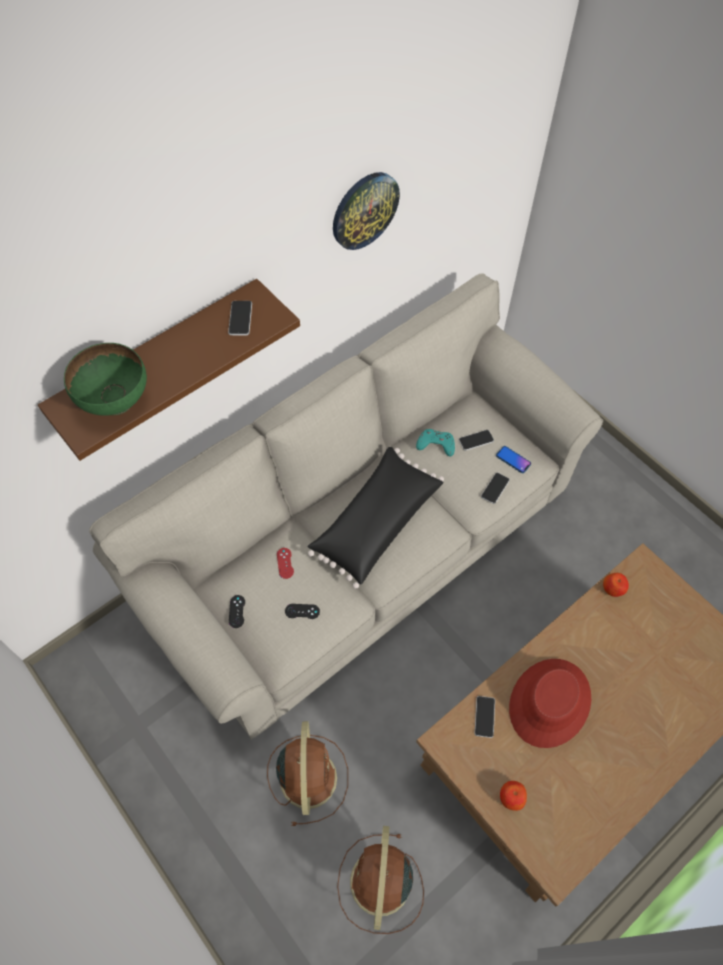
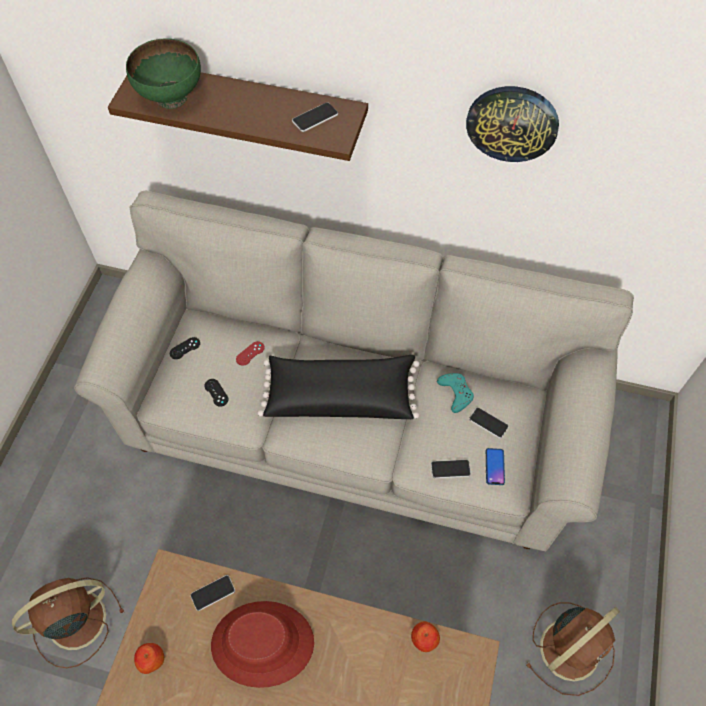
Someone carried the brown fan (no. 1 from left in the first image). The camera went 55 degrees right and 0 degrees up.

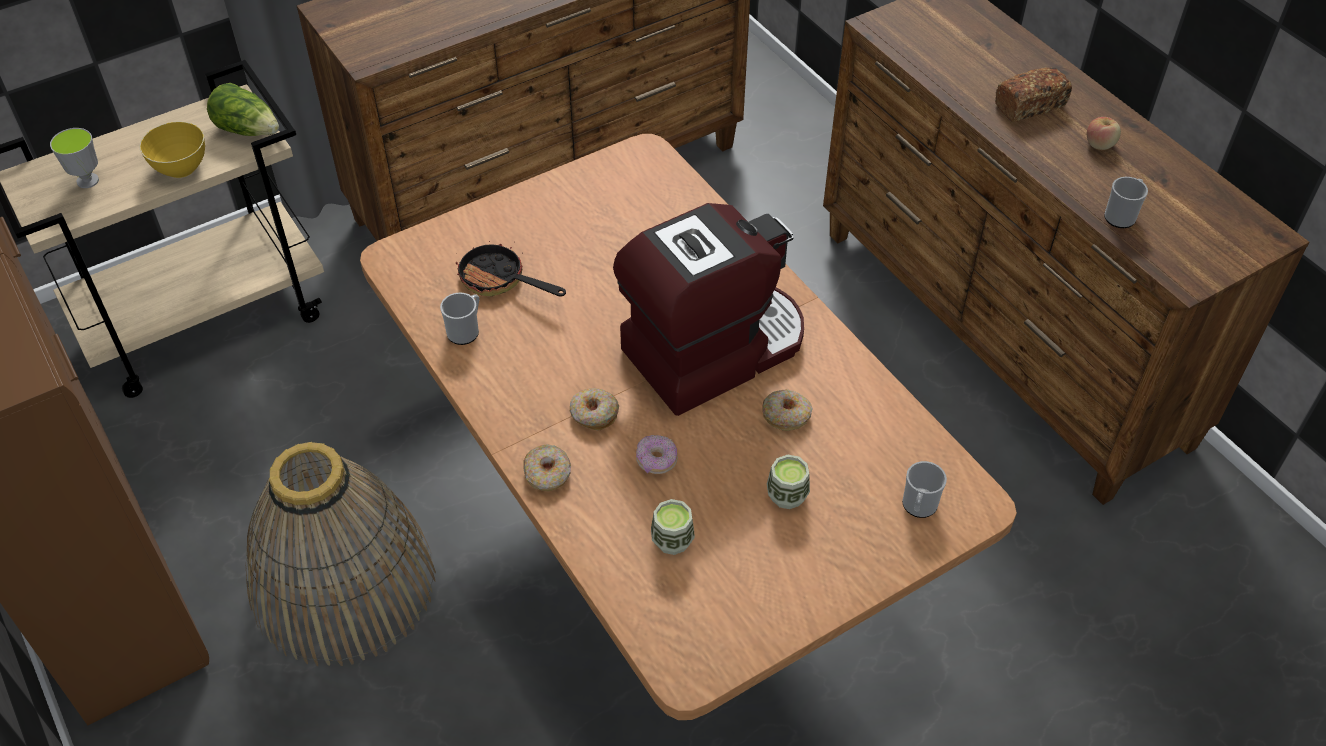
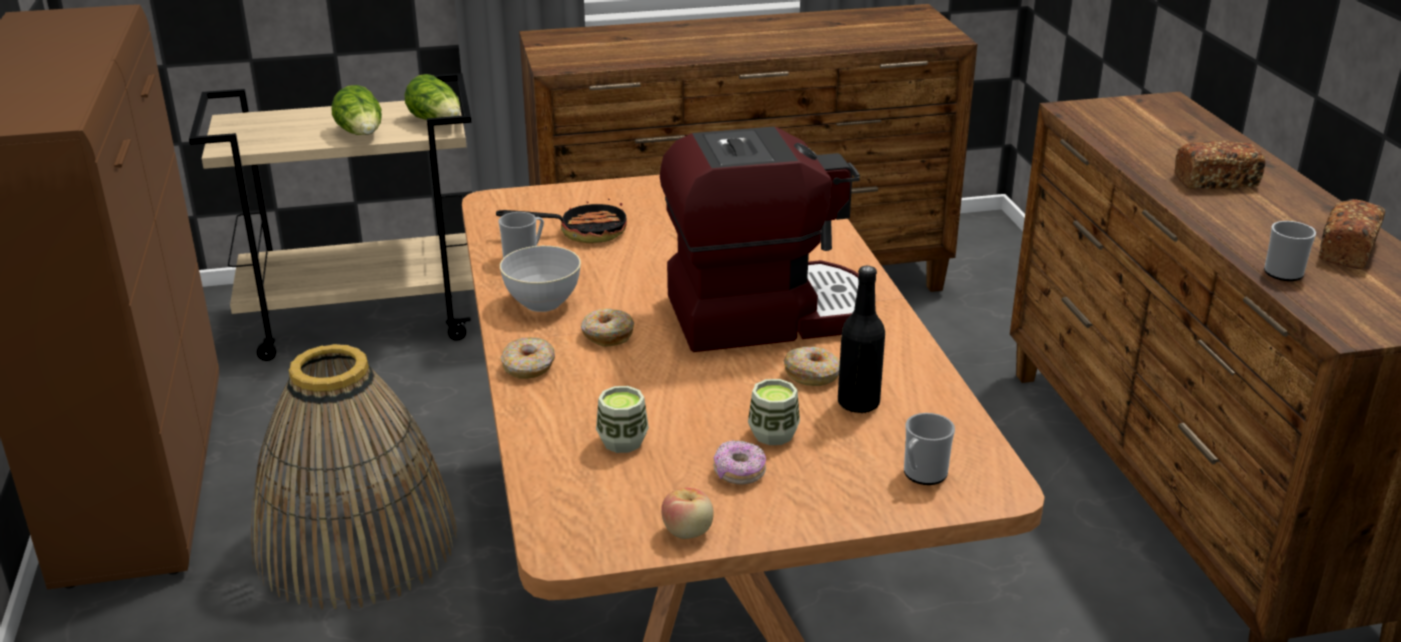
Someone took away the cup (no. 1 from left). Someone put down the grey bowl. Someone put down the black bottle. Someone put down the bread (no. 2 from left). Someone carried the donut (no. 3 from left). Someone carried the apple. Someone swapped the yellow bowl for the lettuce (no. 1 from left). Someone rotated the frying pan by 120 degrees clockwise. The camera went 20 degrees right and 20 degrees down.

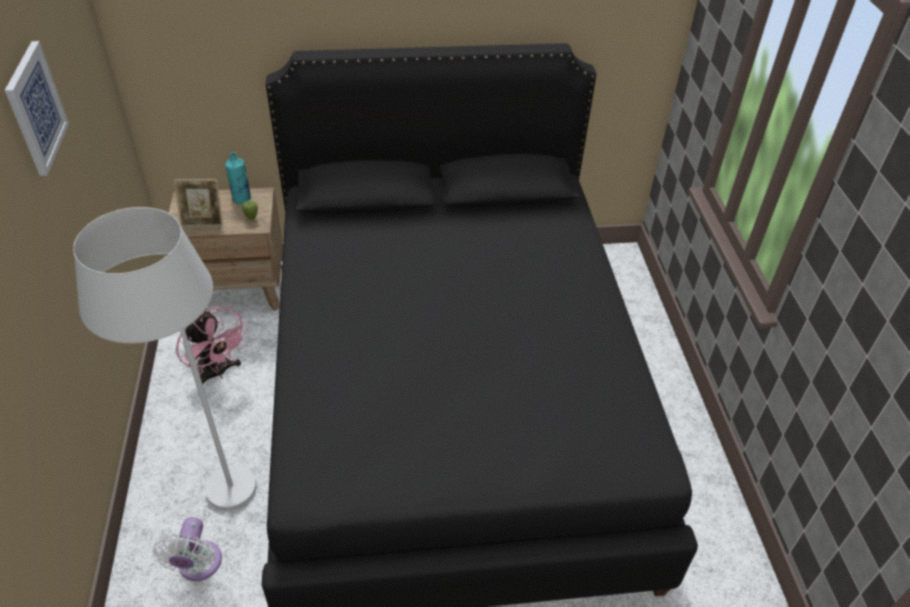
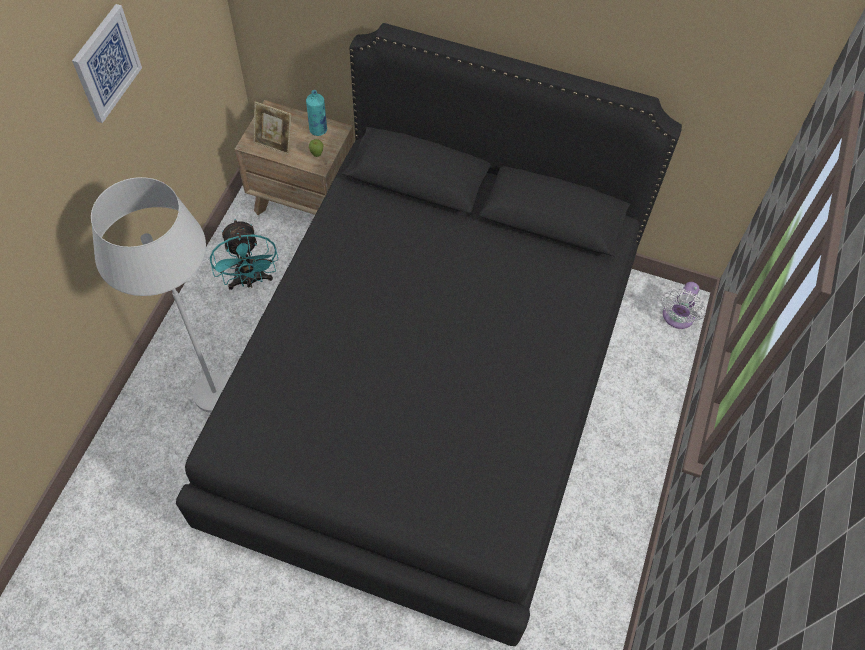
Someone carried the white fan. Someone repainted the pink fan, which became the turquoise fan. The camera went 25 degrees right and 15 degrees up.

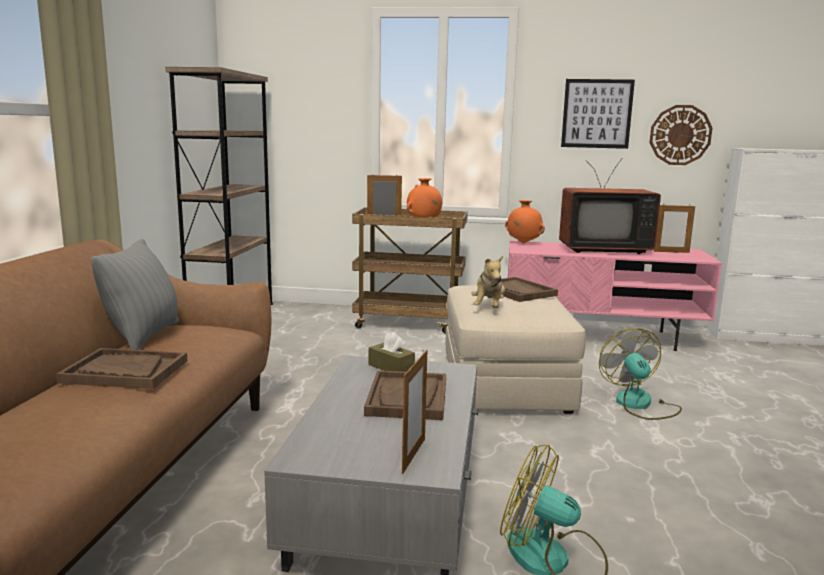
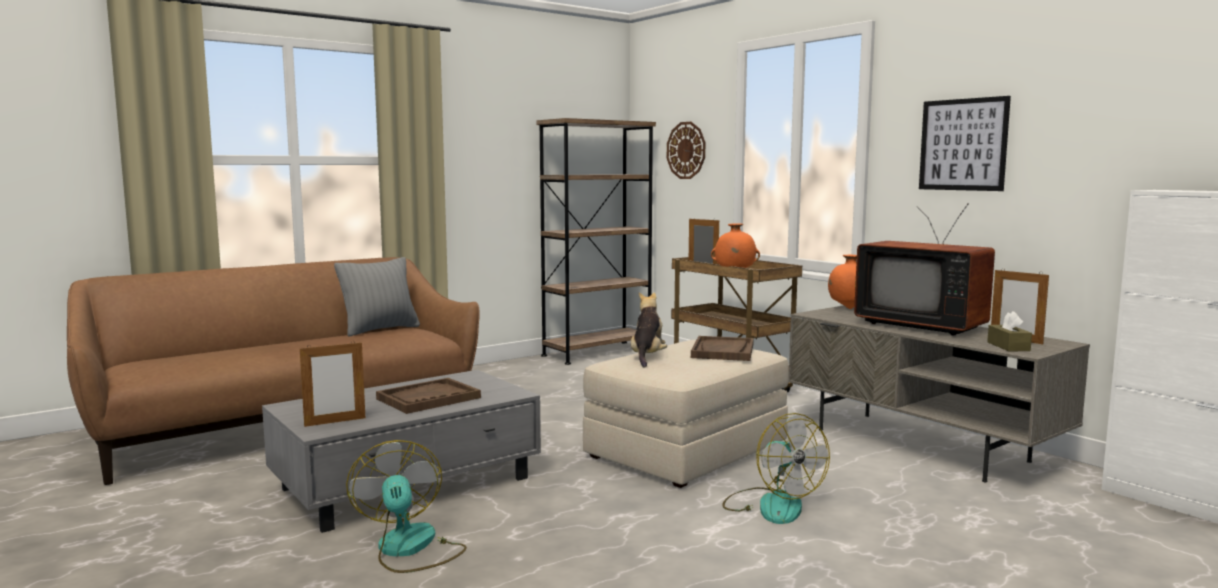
Someone took away the brown tray (no. 1 from left). Someone carried the brown tissue box. Someone carried the wall clock. Someone repainted the pink tv stand, which became the grey tv stand. Someone rotated the plush toy by 135 degrees clockwise. Someone rotated the fan (no. 2 from left) by 120 degrees clockwise. The camera went 45 degrees right and 5 degrees down.

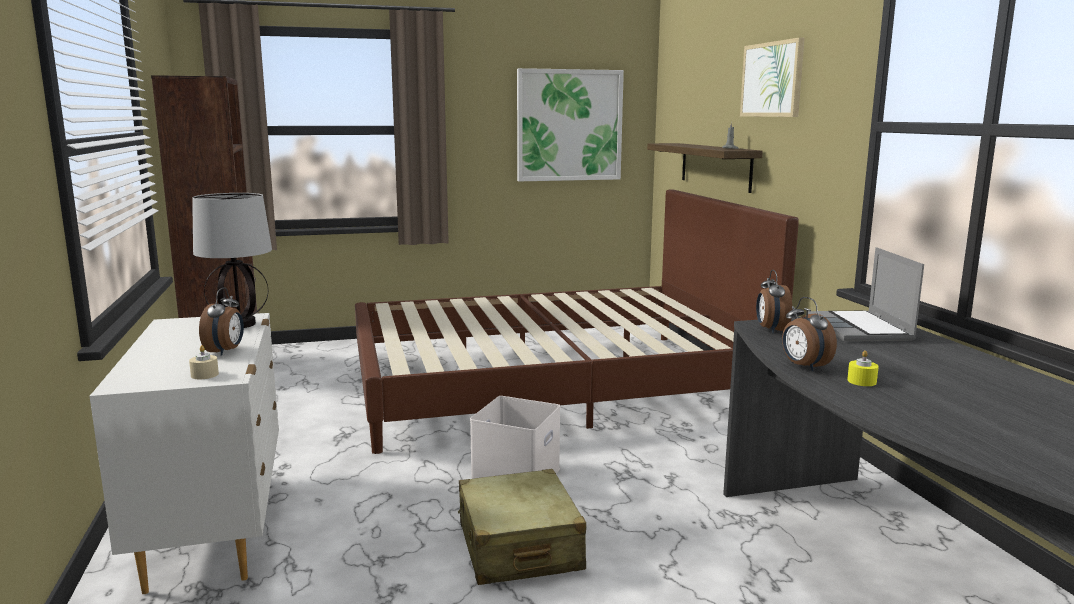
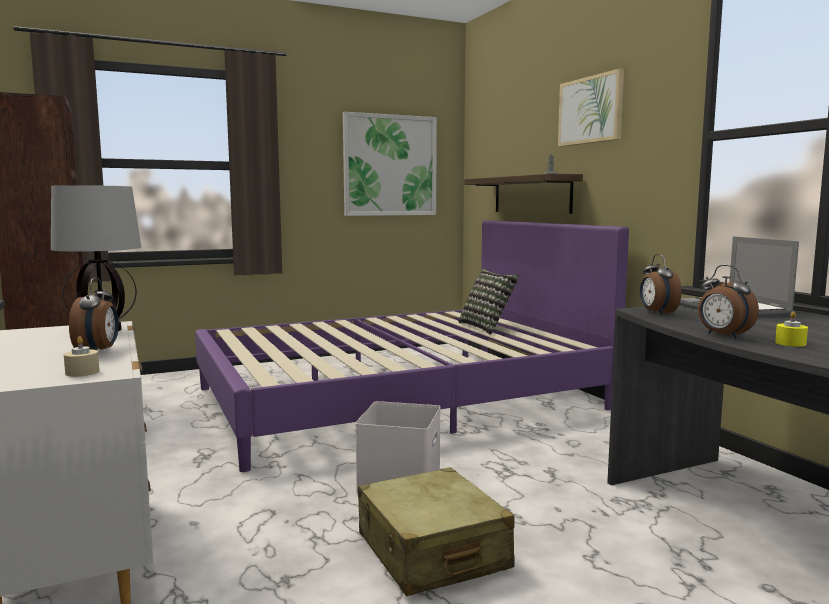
Someone put down the pillow. Someone repainted the brown bed, which became the purple bed. The camera went 10 degrees left and 5 degrees down.

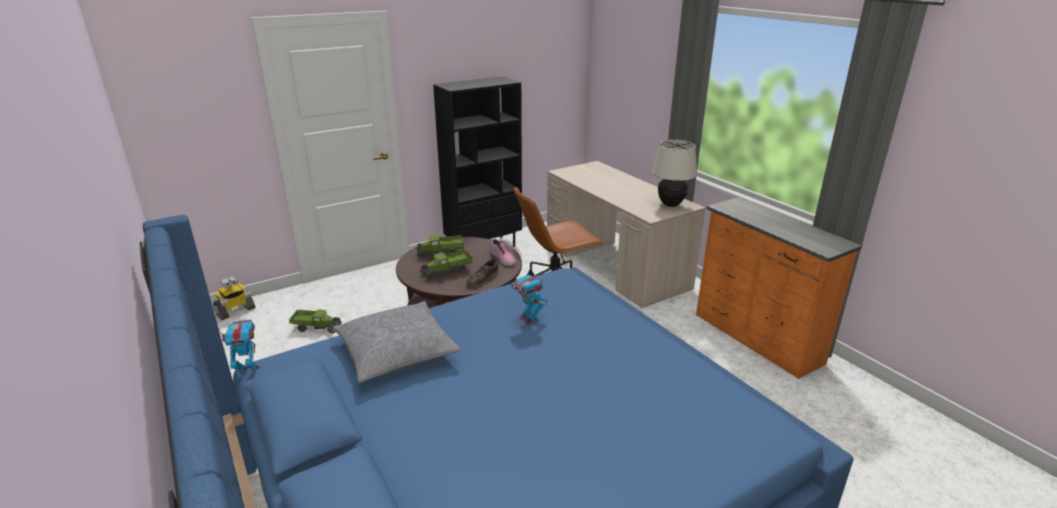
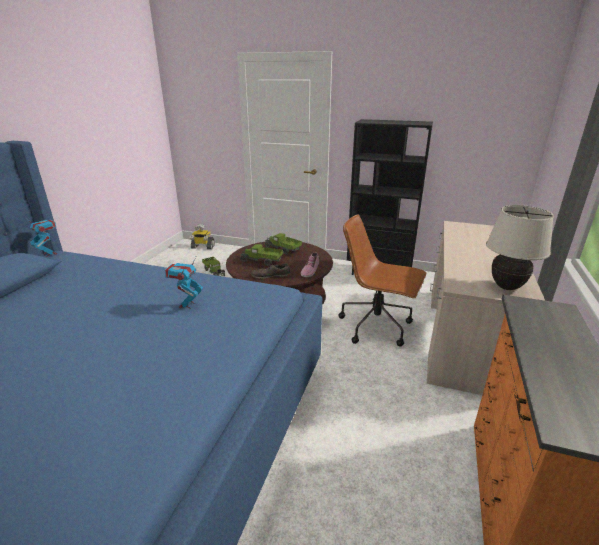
Someone took away the grey pillow. The camera went 50 degrees right and 0 degrees up.

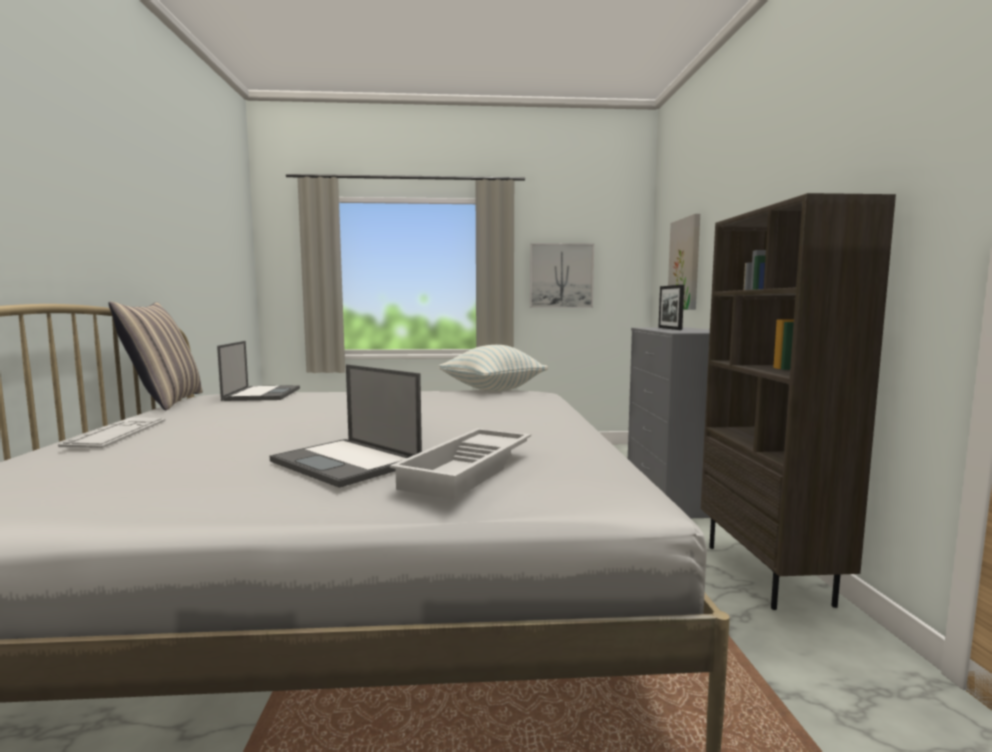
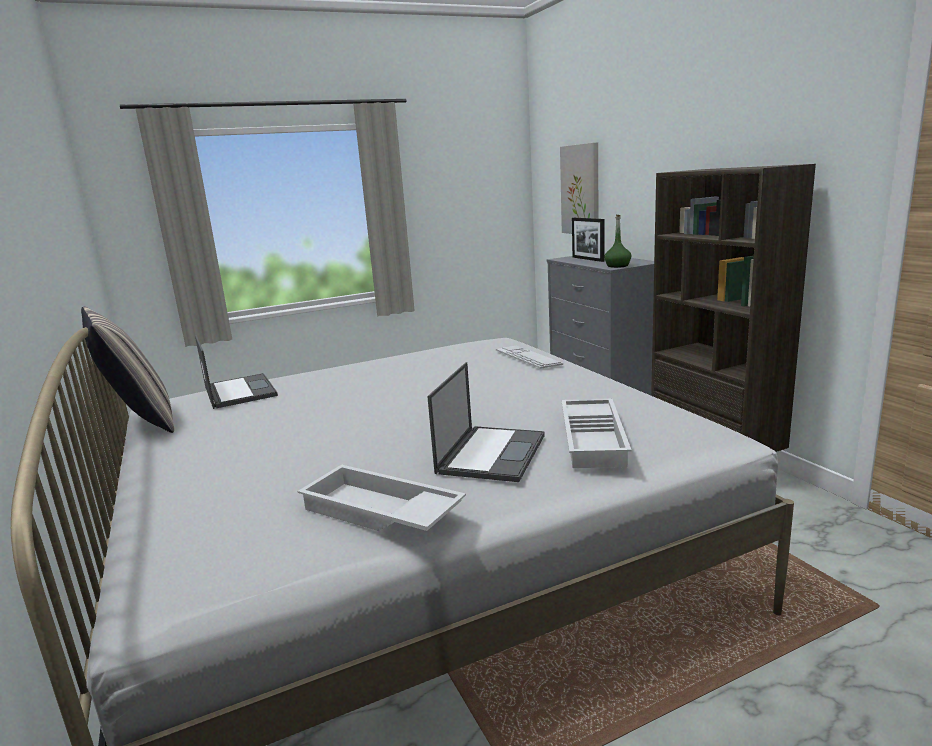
Someone took away the pillow (no. 2 from left). Someone took away the picture (no. 1 from left). Someone put down the white tray (no. 1 from left). Someone put down the green bottle. Someone carried the keyboard. Someone rotated the laptop (no. 2 from left) by 90 degrees counterclockwise. The camera went 20 degrees left and 10 degrees up.

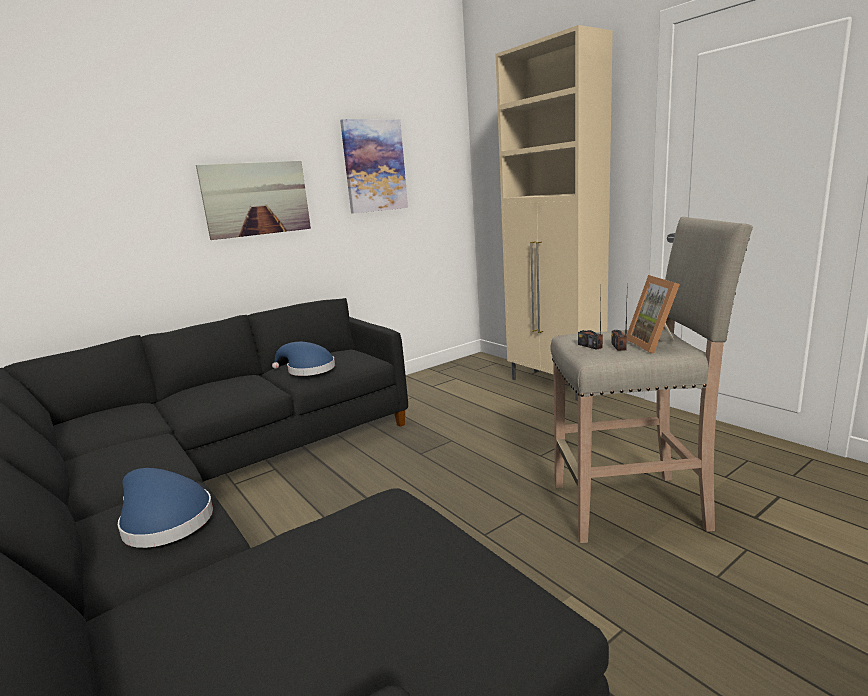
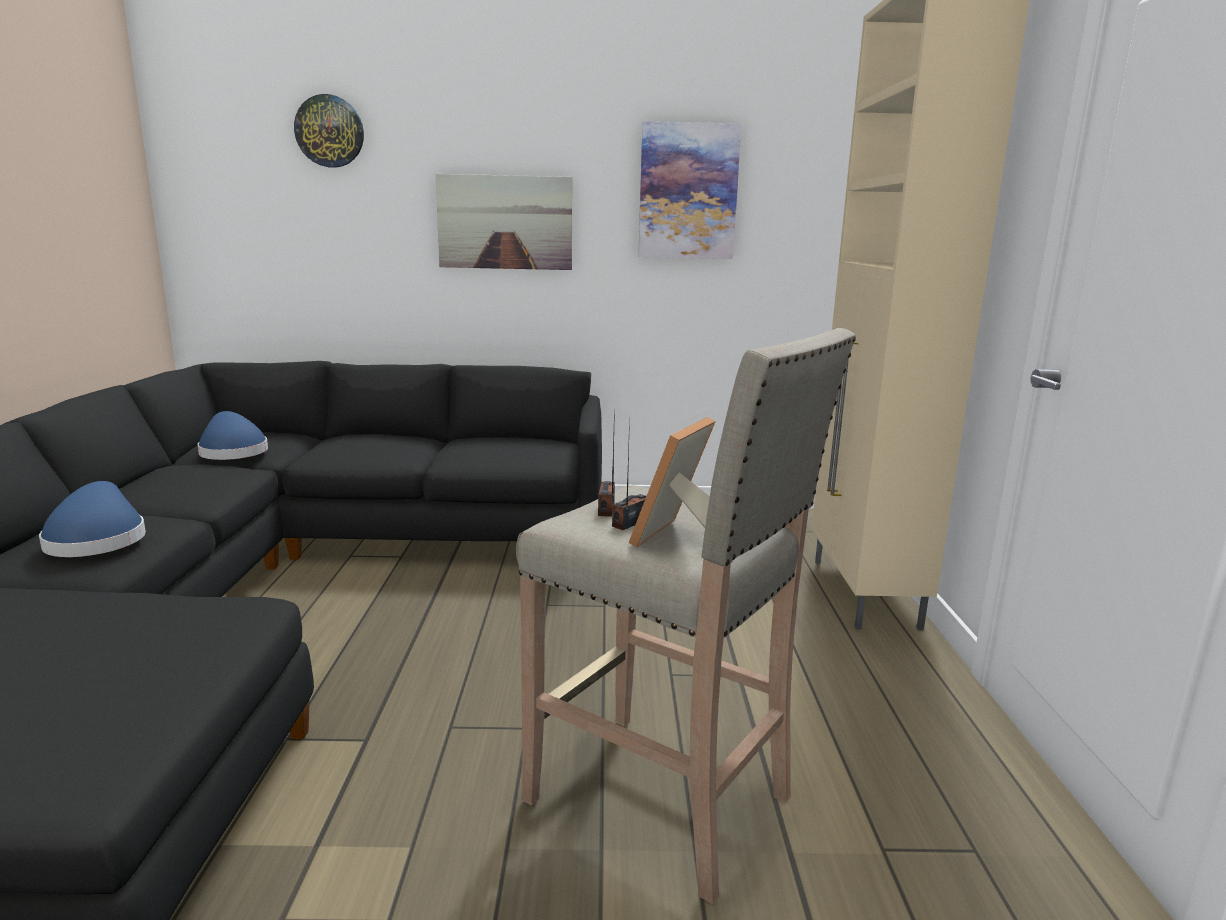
Someone put up the wall clock. Someone carried the blue hat (no. 2 from left). The camera went 35 degrees right and 0 degrees up.

